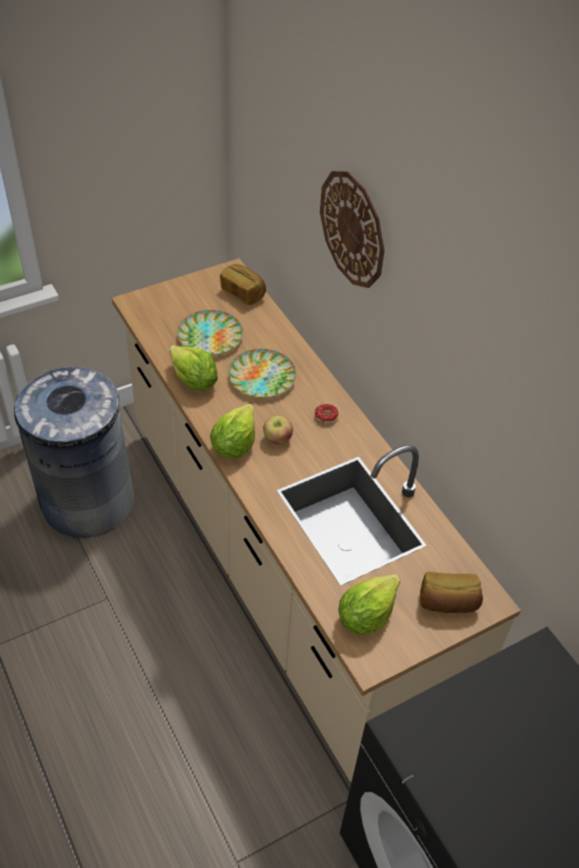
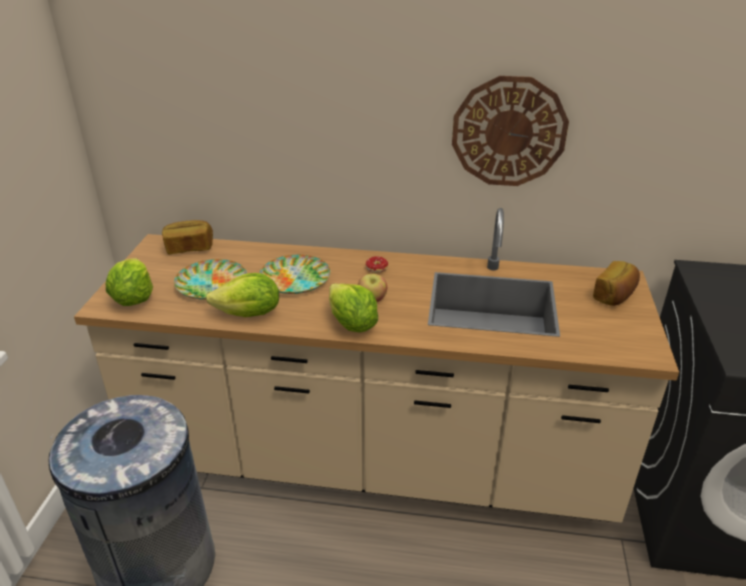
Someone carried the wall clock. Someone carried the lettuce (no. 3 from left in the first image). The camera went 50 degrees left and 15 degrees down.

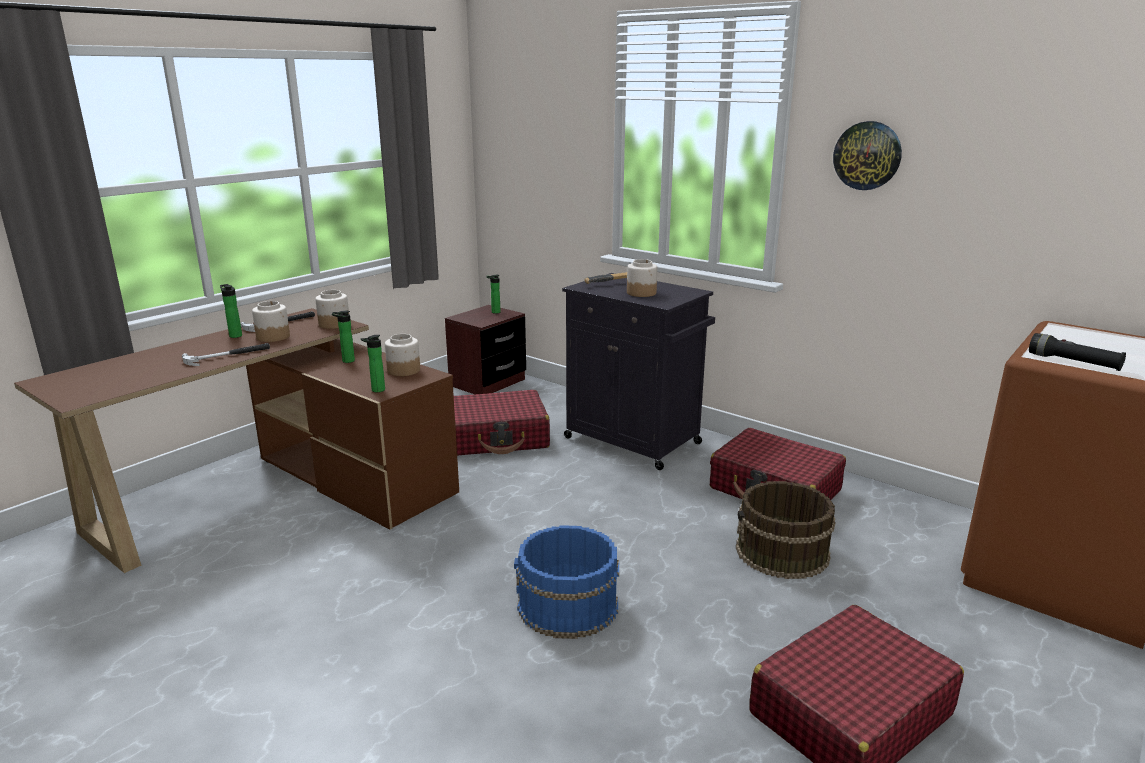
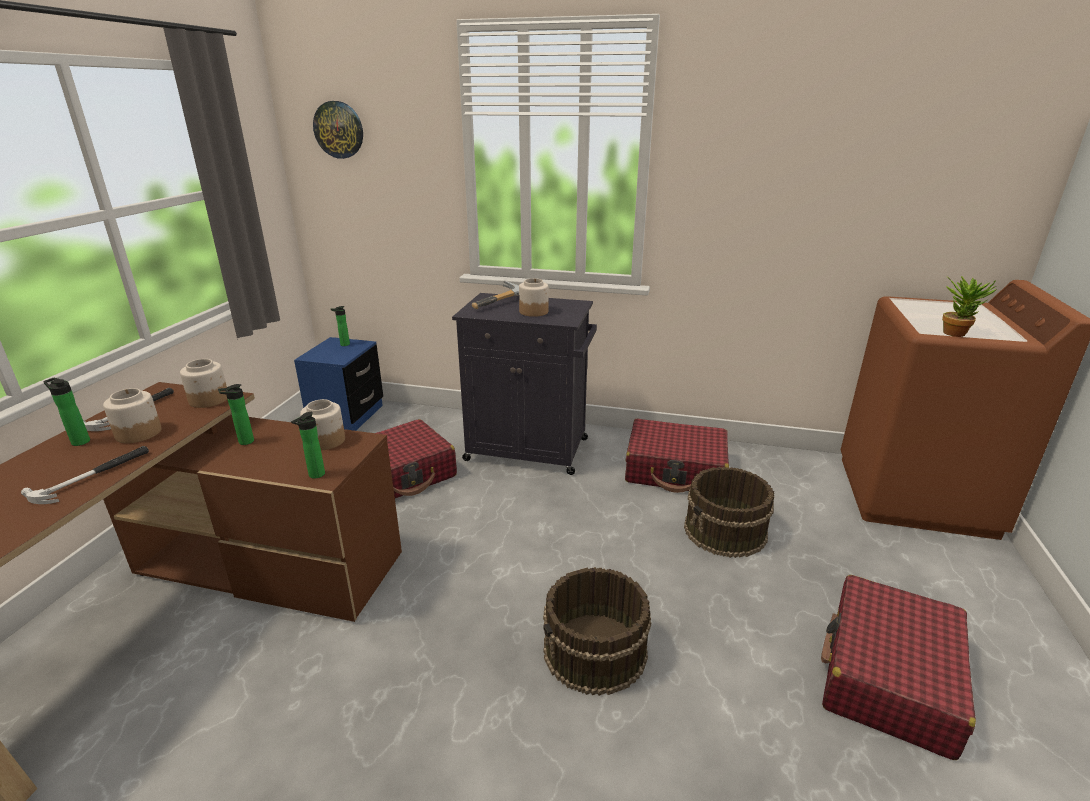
Someone carried the wall clock. Someone swapped the black flashlight for the potted plant. Someone repainted the brown nightstand, which became the blue nightstand. Someone repainted the blue bucket, which became the brown bucket (no. 1 from left). The camera went 25 degrees left and 5 degrees up.

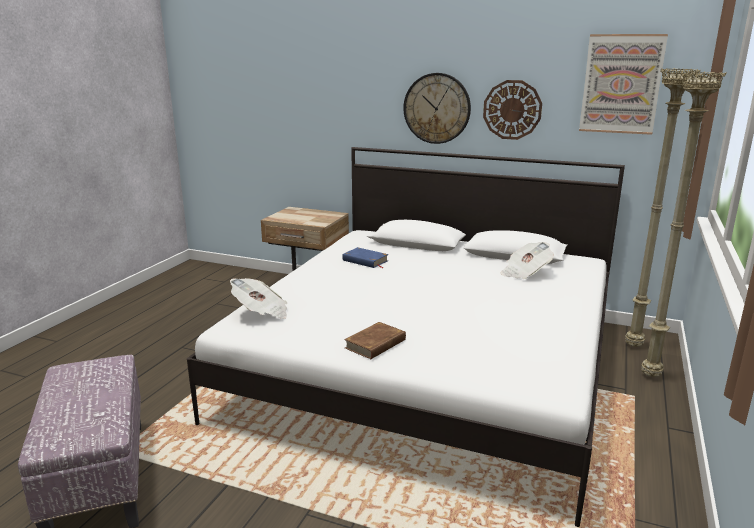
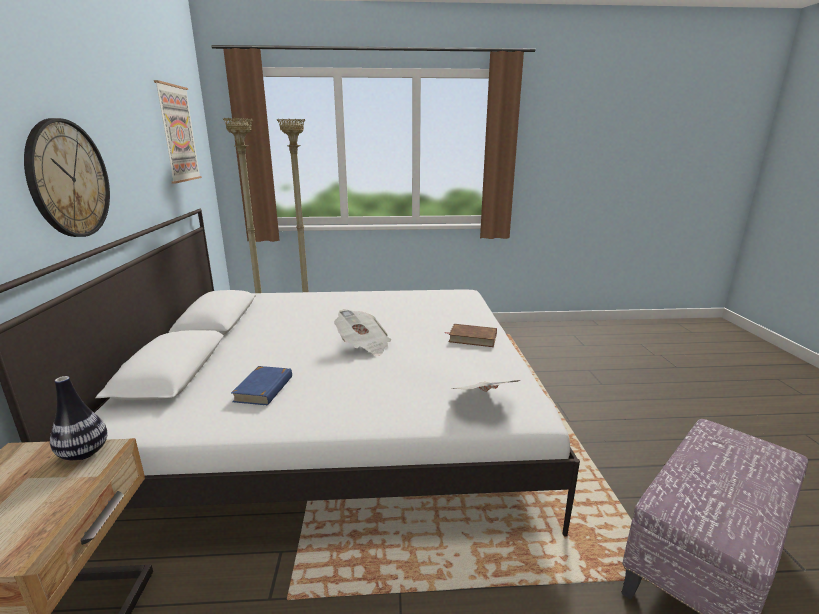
Someone took away the wall clock (no. 2 from left). Someone put down the vase. Someone carried the newspaper (no. 2 from left in the first image). The camera went 115 degrees left and 0 degrees up.

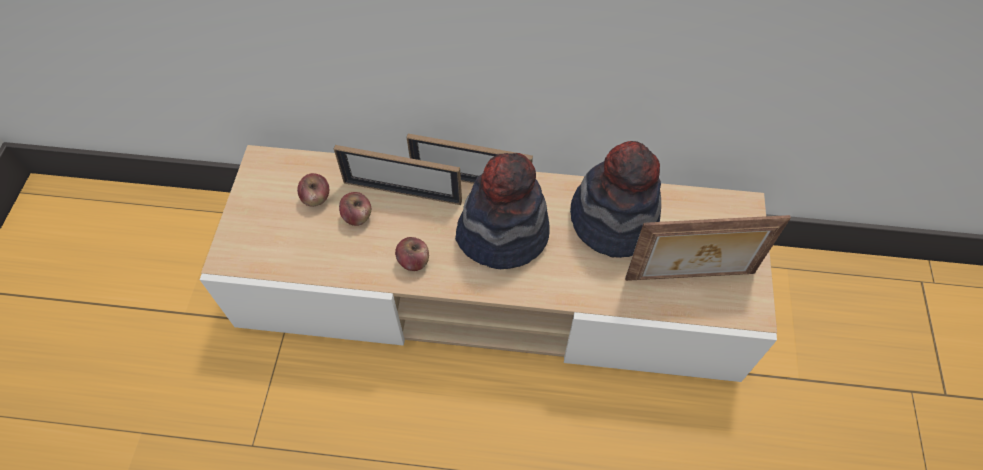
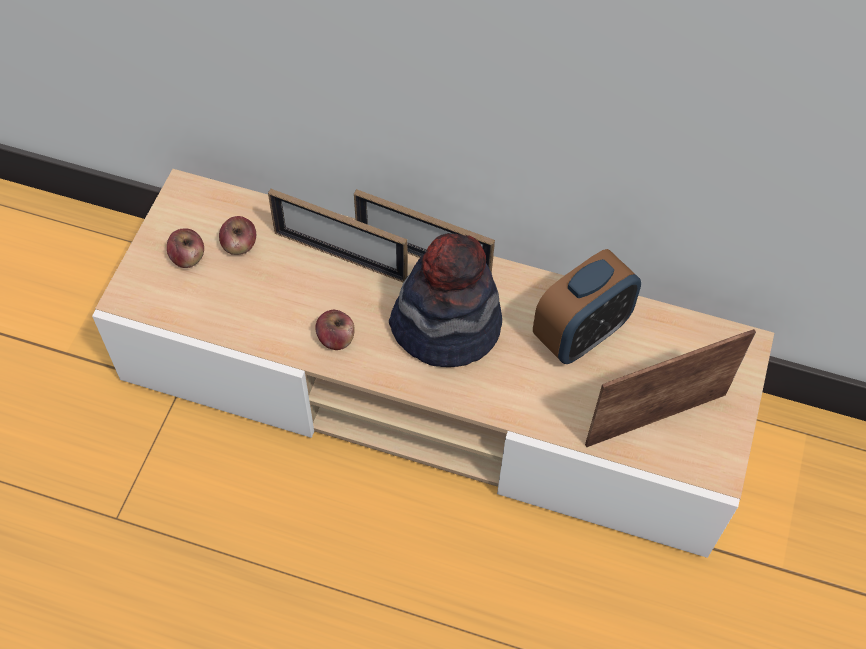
Someone carried the apple (no. 2 from left in the first image). Someone swapped the hat (no. 2 from left) for the alarm clock. Someone rotated the picture frame (no. 3 from left) by 150 degrees clockwise. The camera went 10 degrees right and 0 degrees up.

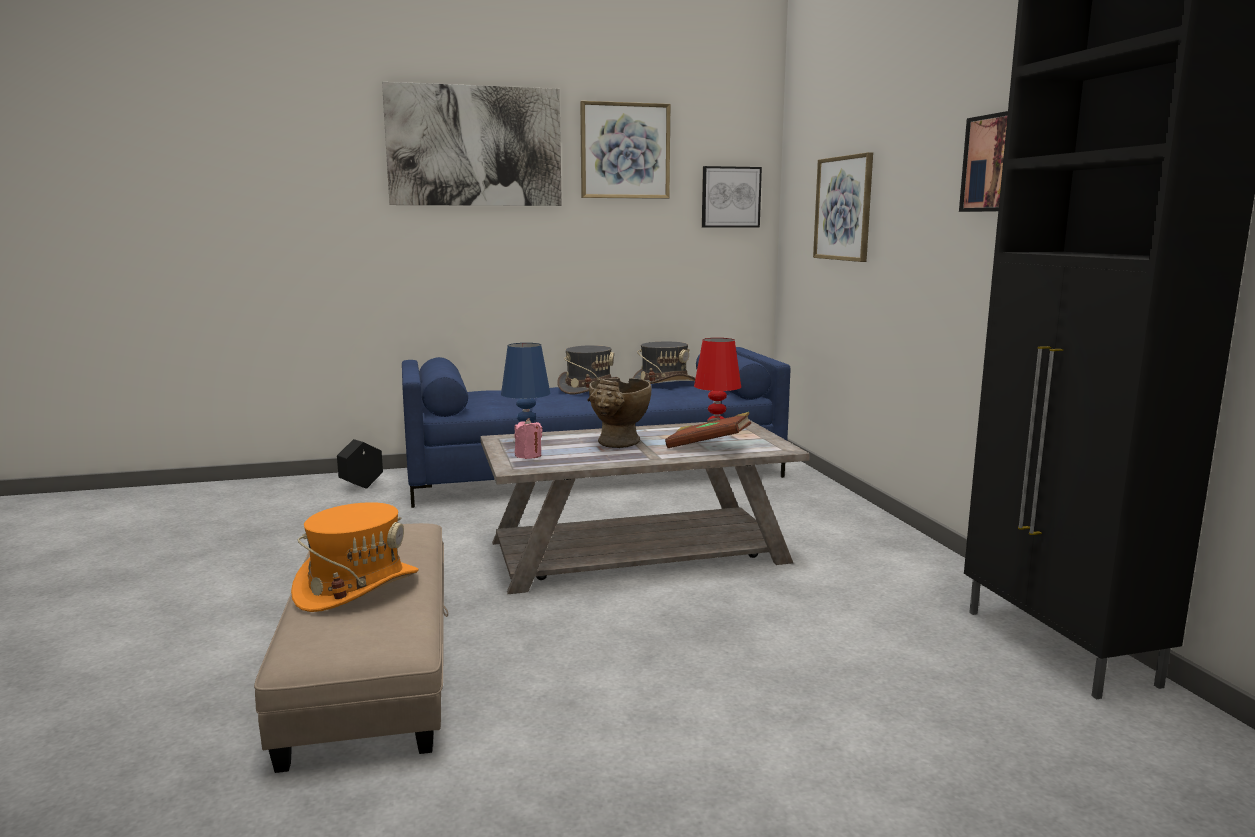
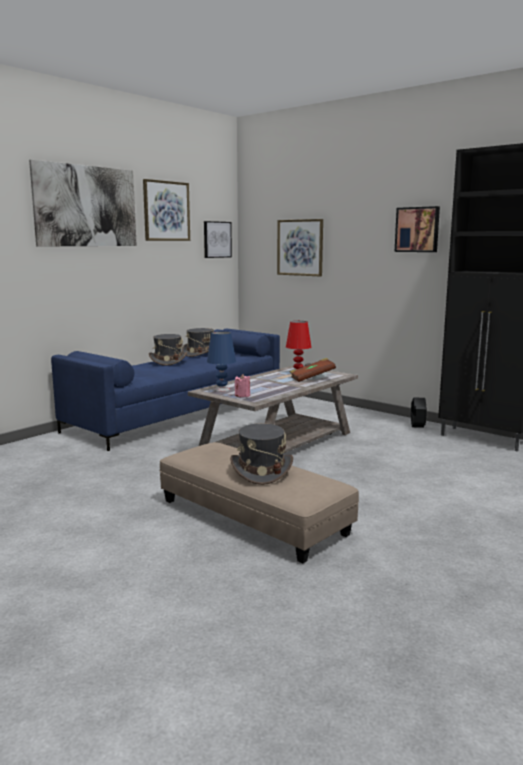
Someone took away the beige vase. Someone carried the black planter. Someone repainted the orange hat, which became the grey hat (no. 3 from left). The camera went 35 degrees left and 0 degrees up.

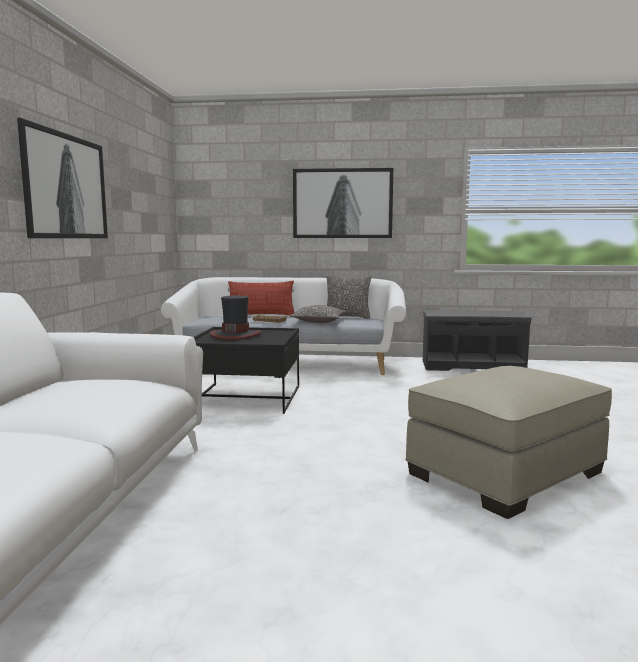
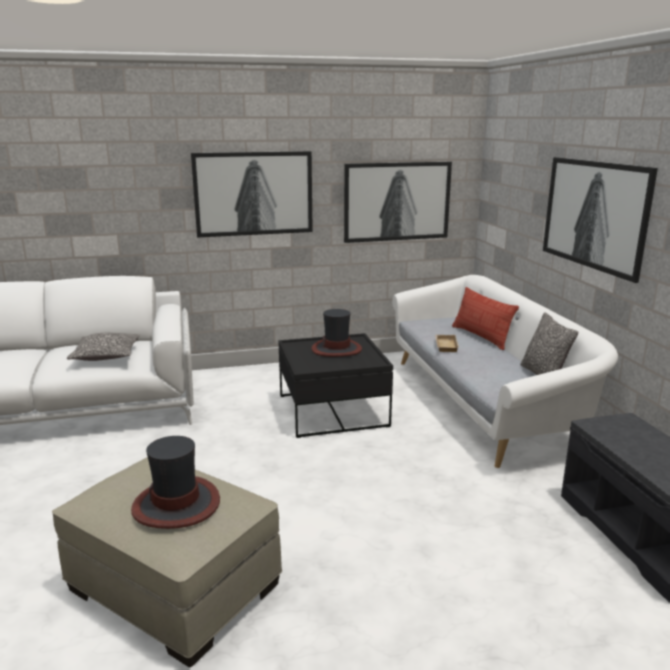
Someone put down the hat (no. 1 from left). Someone put up the picture (no. 2 from left). Someone carried the pillow (no. 2 from left in the first image). The camera went 70 degrees right and 10 degrees up.

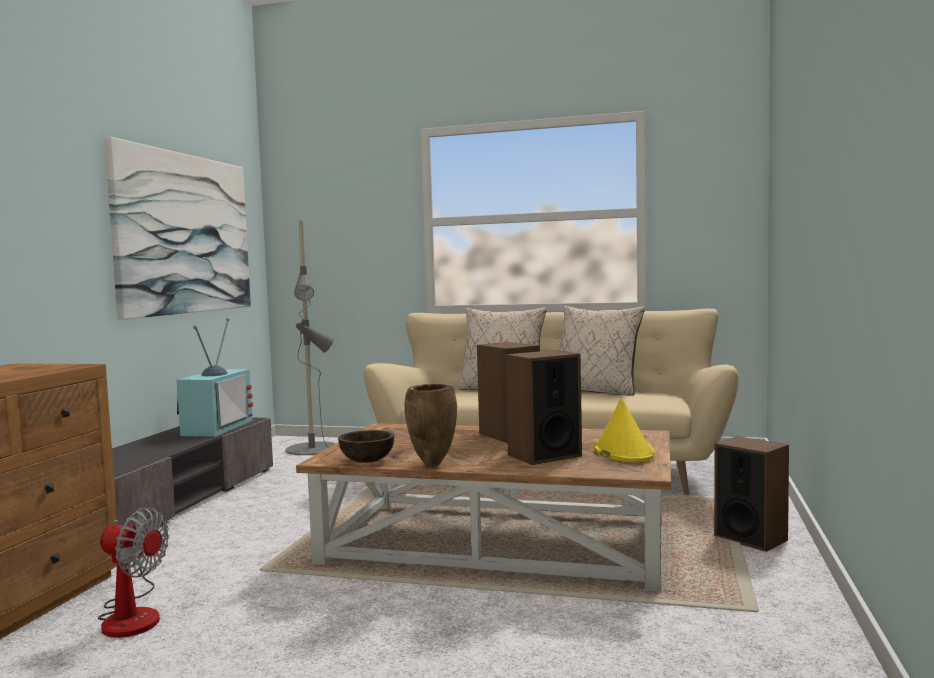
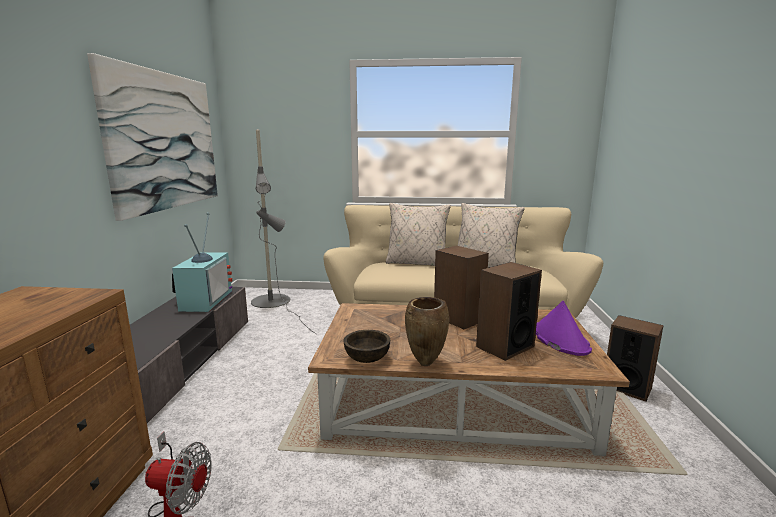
Someone repainted the yellow hat, which became the purple hat. The camera went 10 degrees left and 10 degrees up.

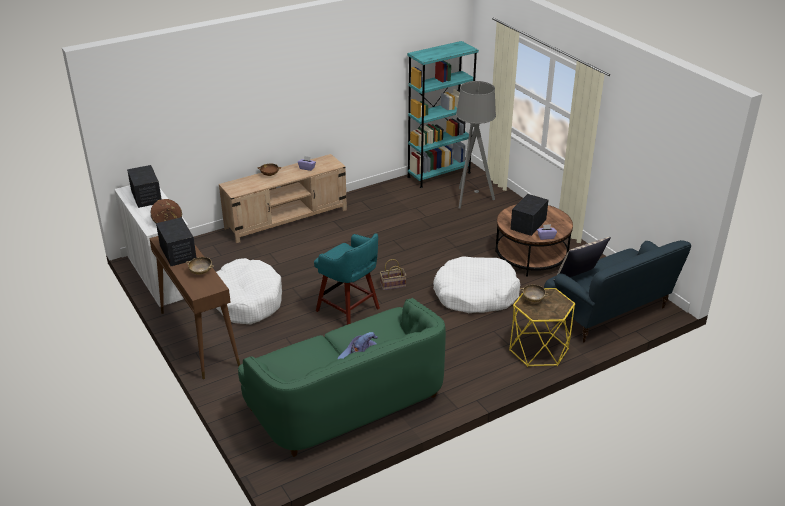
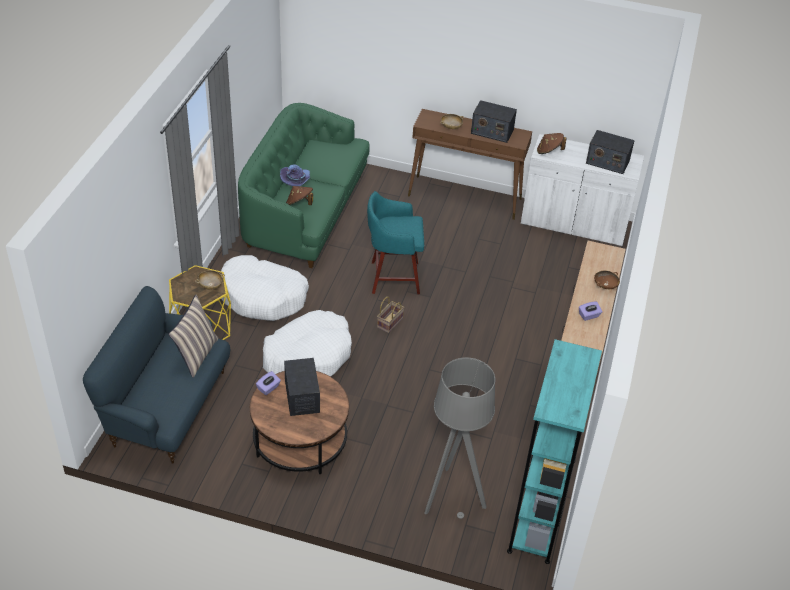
Someone put down the brown hat (no. 1 from left). Someone carried the white dog bed (no. 1 from left). The camera went 135 degrees right and 10 degrees up.

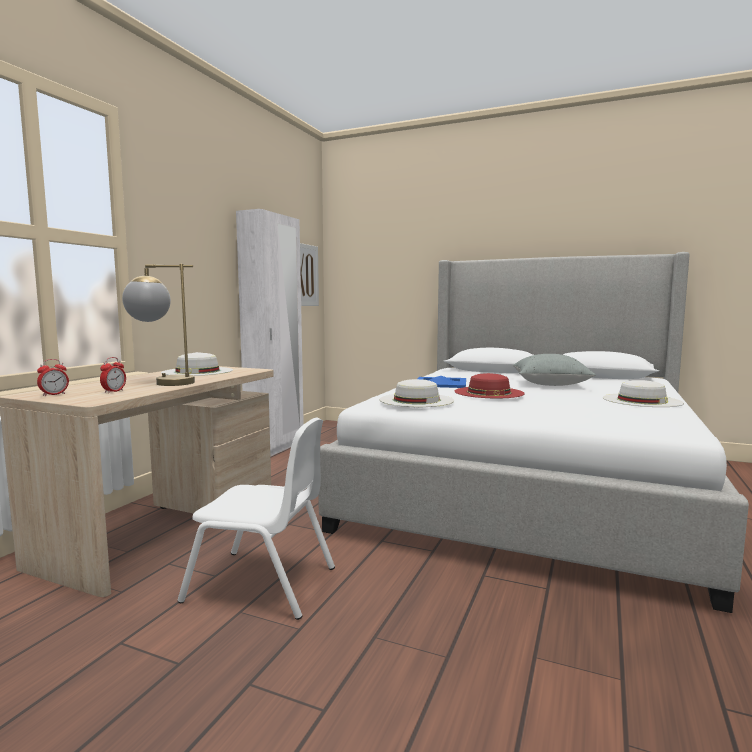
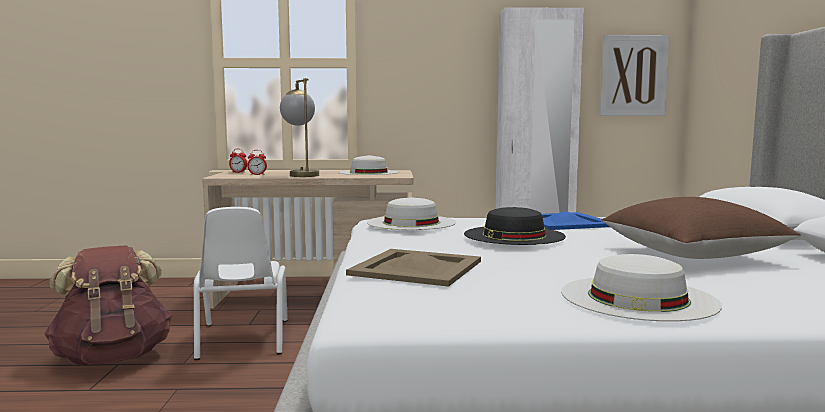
Someone put down the brown backpack. Someone put down the beige tray. Someone repainted the red hat, which became the black hat. Someone repainted the grey pillow, which became the brown pillow. The camera went 65 degrees right and 0 degrees up.

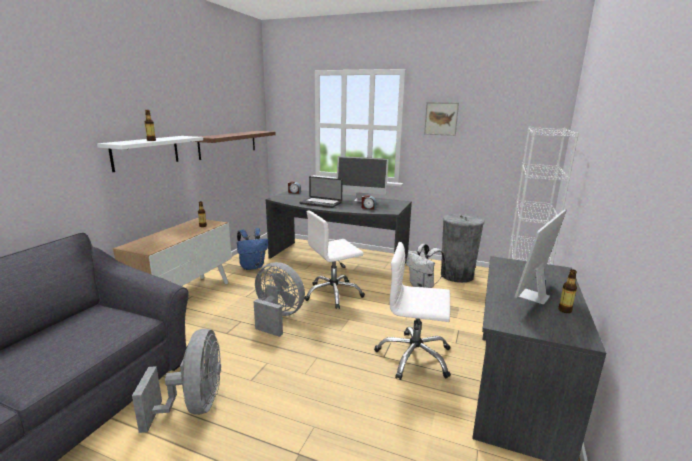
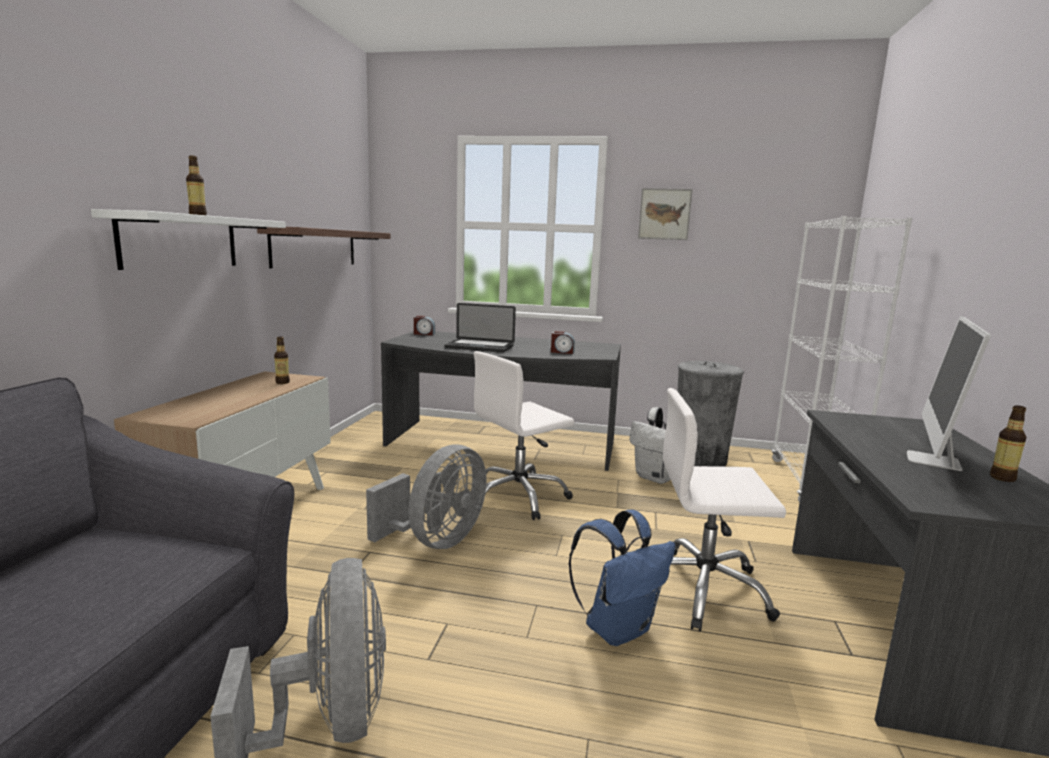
Someone took away the monitor (no. 1 from left). Someone carried the blue backpack. Someone rotated the grey fan (no. 2 from left) by 105 degrees clockwise. The camera went 10 degrees left and 5 degrees down.

